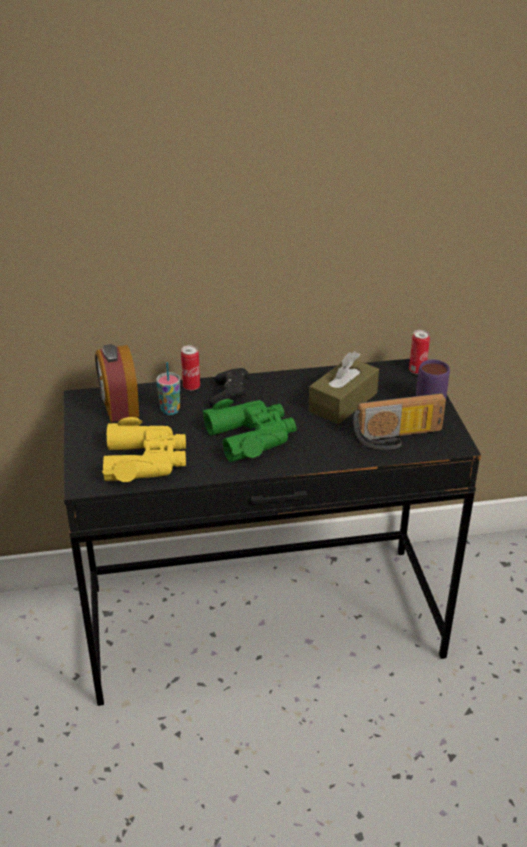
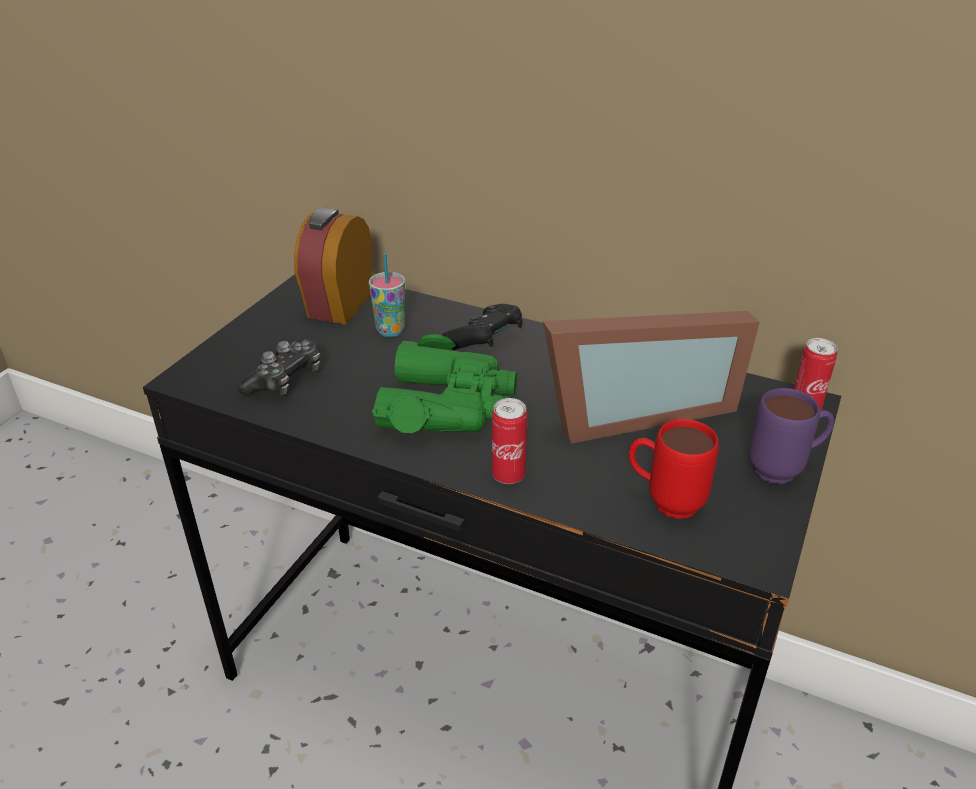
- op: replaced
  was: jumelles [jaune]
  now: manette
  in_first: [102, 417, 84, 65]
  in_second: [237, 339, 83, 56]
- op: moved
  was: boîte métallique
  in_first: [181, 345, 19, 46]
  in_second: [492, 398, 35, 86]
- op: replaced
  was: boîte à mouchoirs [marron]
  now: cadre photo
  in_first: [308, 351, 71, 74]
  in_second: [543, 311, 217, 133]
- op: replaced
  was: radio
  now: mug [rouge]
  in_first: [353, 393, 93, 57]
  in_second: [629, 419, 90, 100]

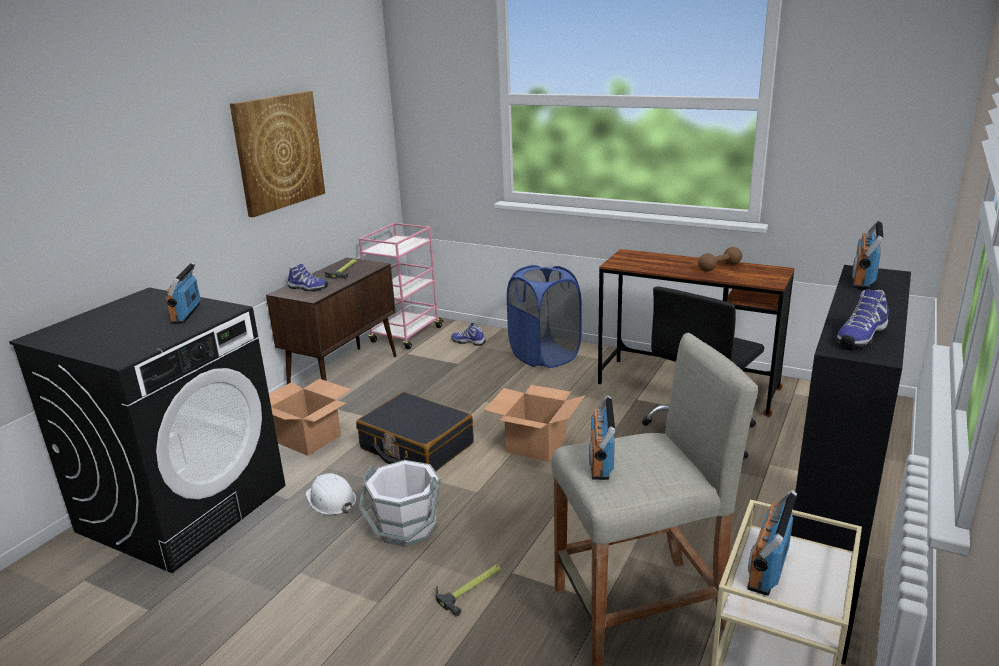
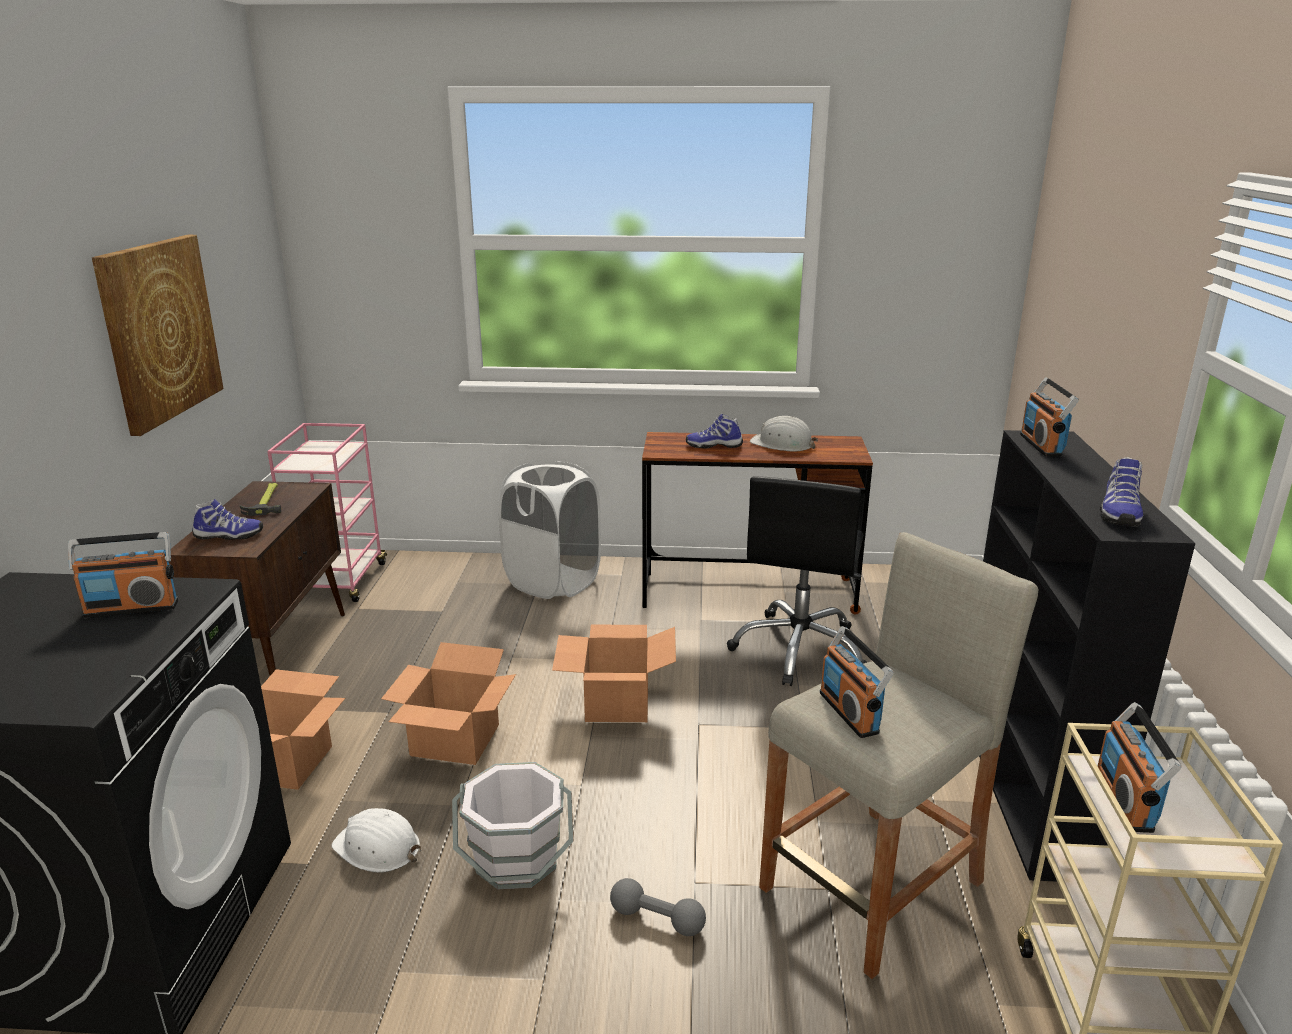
- op: turned
  was: radio
  in_first: [166, 262, 35, 62]
  in_second: [68, 532, 110, 86]
  clockwise: -75
- op: replaced
  was: valise [noir]
  now: carton
  in_first: [356, 392, 118, 80]
  in_second: [381, 642, 135, 123]
- op: replaced
  was: marteau
  now: haltère [gris]
  in_first: [435, 564, 66, 52]
  in_second: [610, 878, 96, 58]
- op: moved
  was: chaussure
  in_first: [451, 323, 35, 23]
  in_second: [686, 414, 57, 35]
- op: recoloured
  was: panier à linge [bleu]
  now: panier à linge [blanc]
  in_first: [507, 265, 75, 103]
  in_second: [498, 461, 103, 138]
- op: replaced
  was: haltère [marron]
  now: casque de chantier [blanc]
  in_first: [698, 247, 44, 25]
  in_second: [750, 416, 68, 36]

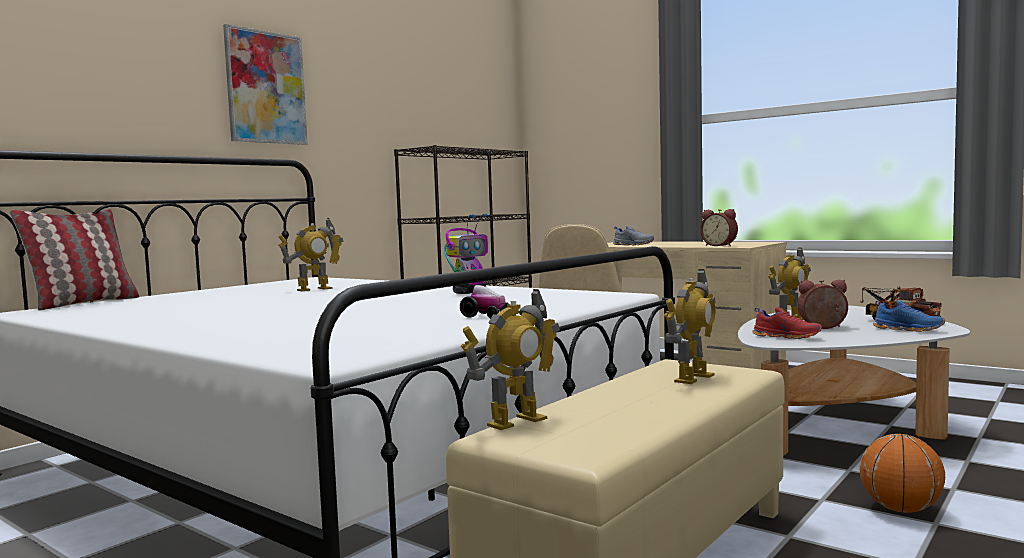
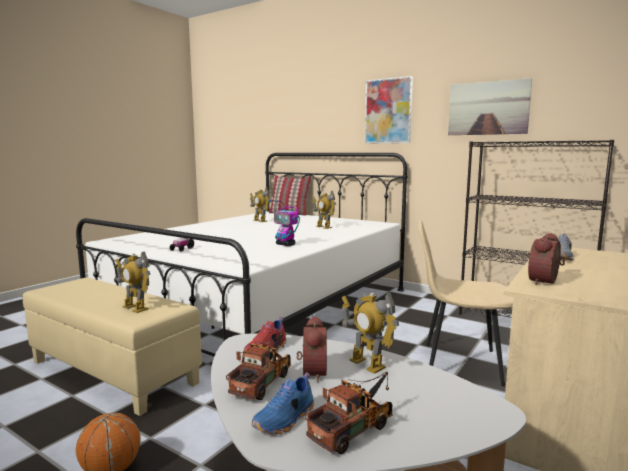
- op: moved
  was: robot jouet
  in_first: [461, 289, 99, 141]
  in_second: [250, 187, 20, 35]
- op: added
  now: camion jouet
  in_second: [226, 332, 65, 68]
- op: added
  now: tableau
  in_second: [448, 78, 84, 57]

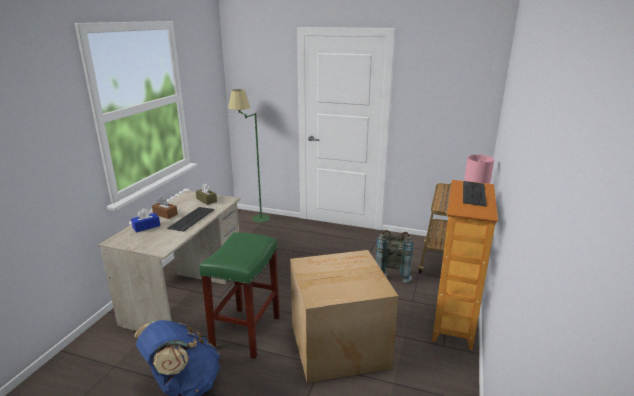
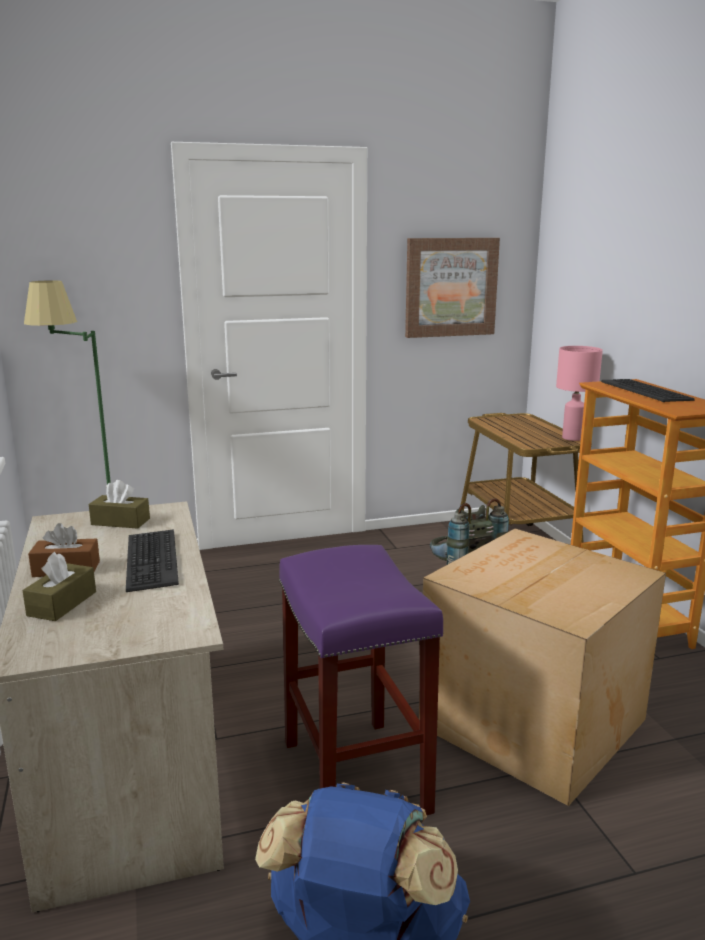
- op: recoloured
  was: boîte à mouchoirs [bleu]
  now: boîte à mouchoirs [marron]
  in_first: [131, 208, 29, 24]
  in_second: [22, 552, 74, 69]
- op: recoloured
  was: tabouret [vert]
  now: tabouret [violet]
  in_first: [199, 232, 81, 127]
  in_second: [279, 545, 164, 270]
- op: added
  now: tableau
  in_second: [405, 238, 95, 100]

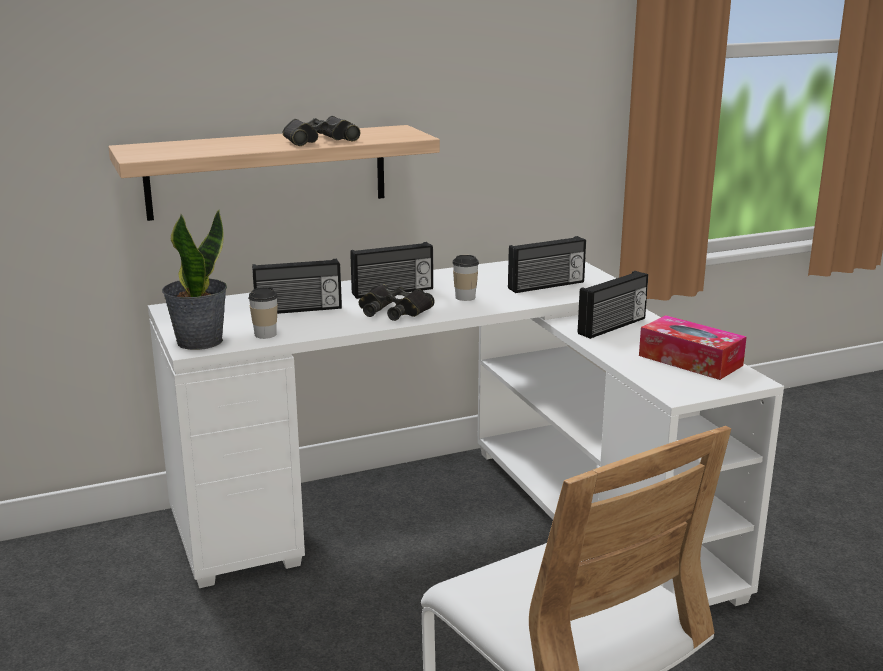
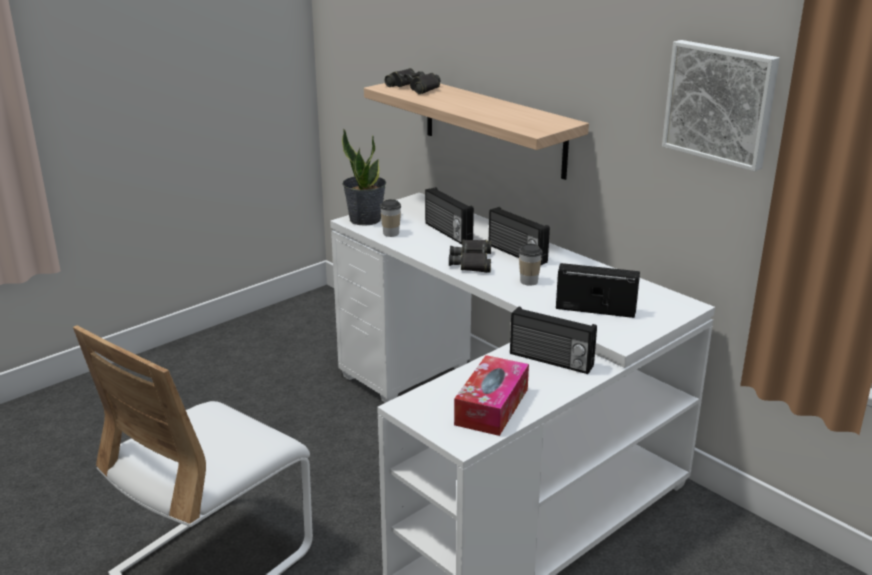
- op: moved
  was: jumelles [noir]
  in_first: [283, 116, 77, 30]
  in_second: [385, 68, 55, 26]
- op: turned
  was: radio
  in_first: [508, 236, 78, 57]
  in_second: [556, 263, 84, 55]
  clockwise: 150
- op: added
  now: tableau
  in_second: [662, 40, 118, 131]

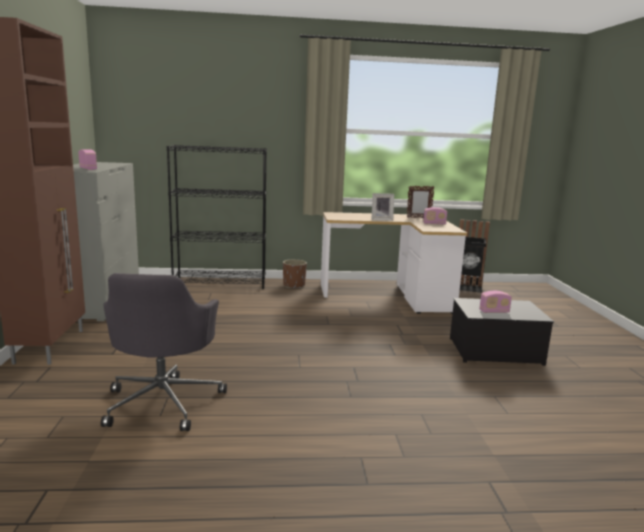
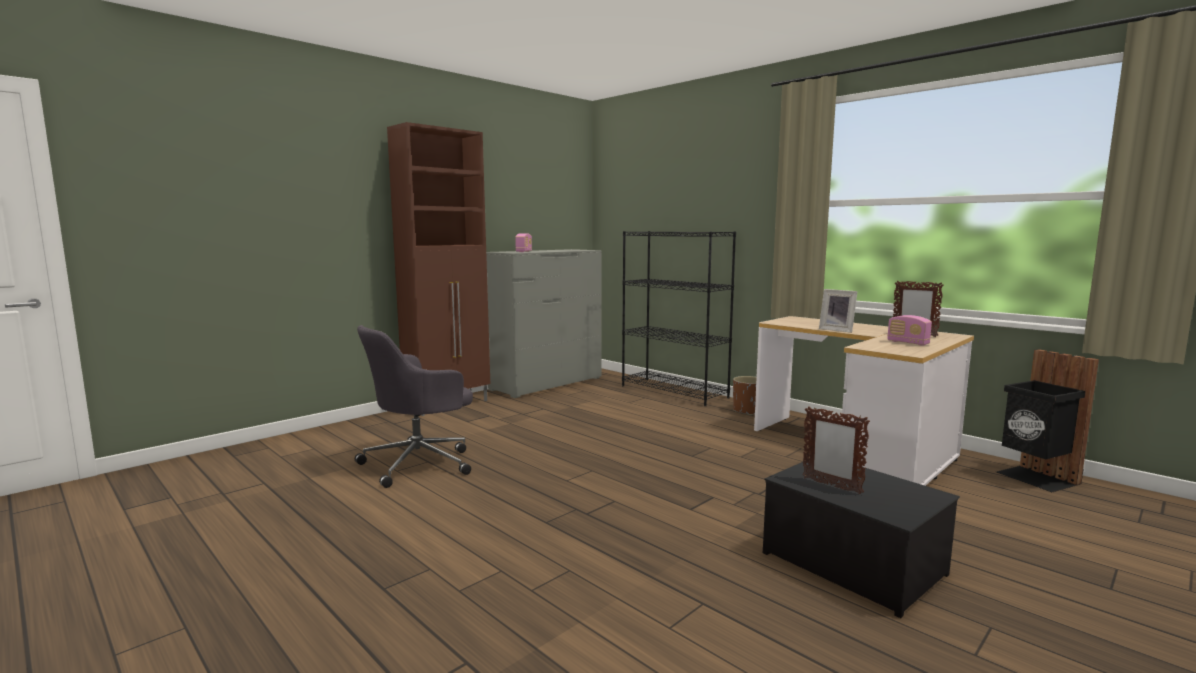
- op: replaced
  was: radio
  now: cadre photo
  in_first: [479, 291, 33, 22]
  in_second: [802, 407, 68, 87]

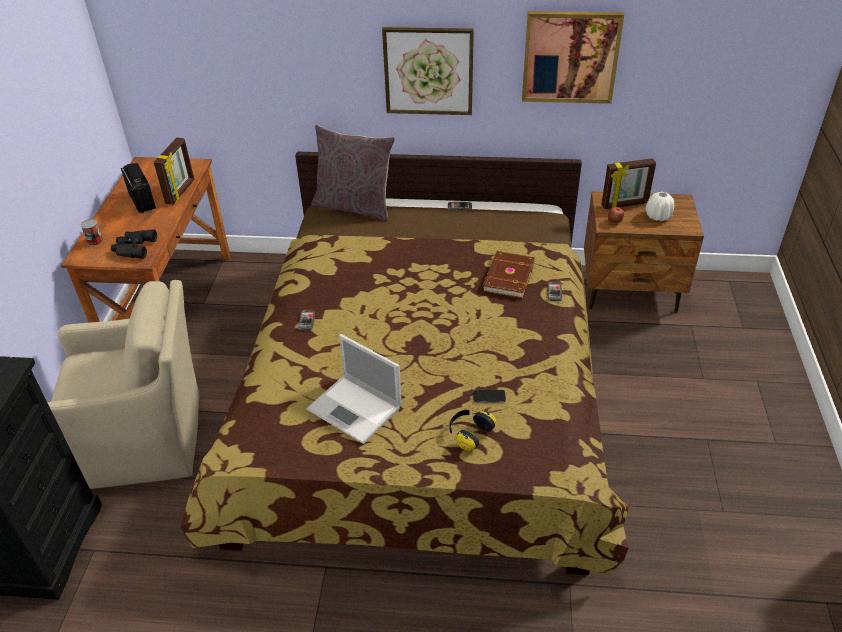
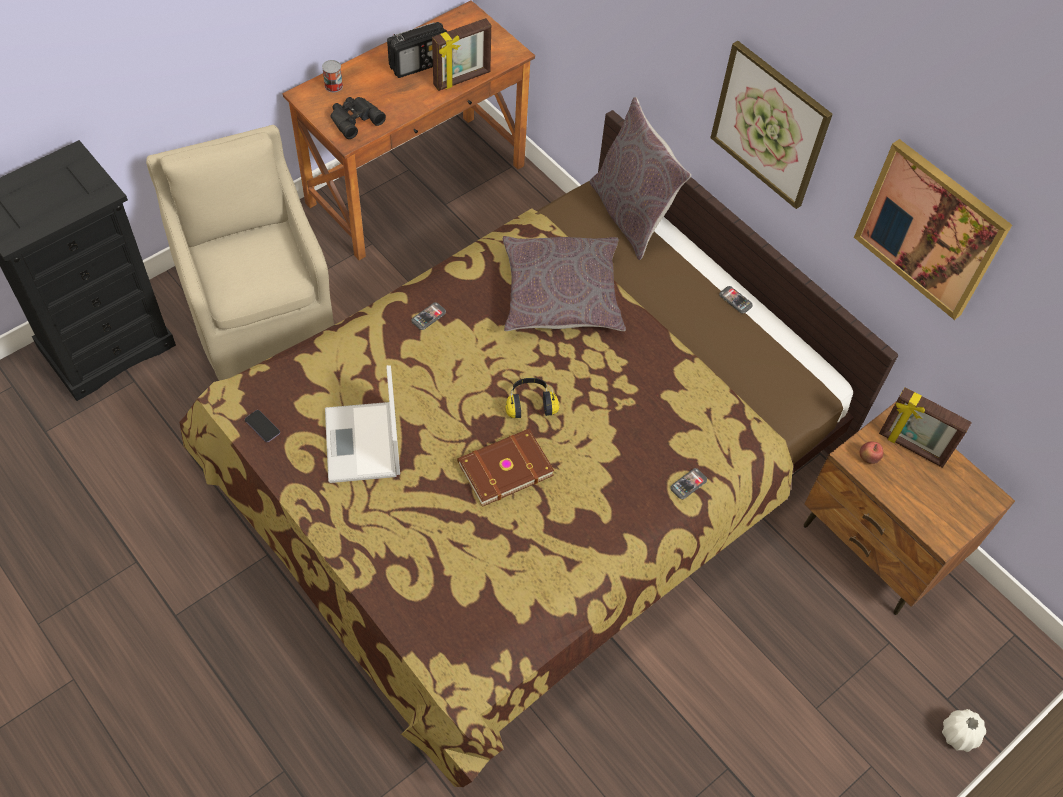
- op: turned
  was: fauteuil [beige]
  in_first: [47, 280, 153, 209]
  in_second: [146, 125, 188, 256]
  clockwise: -150
- op: turned
  was: radio
  in_first: [121, 163, 35, 50]
  in_second: [387, 22, 60, 56]
  clockwise: 45
- op: moved
  was: casque audio
  in_first: [449, 408, 47, 43]
  in_second: [505, 378, 55, 40]
- op: moved
  was: téléphone
  in_first: [473, 390, 33, 13]
  in_second: [245, 410, 35, 32]
- op: moved
  was: livre [marron]
  in_first: [482, 251, 53, 47]
  in_second: [457, 429, 97, 78]
- op: moved
  was: vase [blanc]
  in_first: [646, 192, 28, 29]
  in_second: [942, 709, 44, 43]
- op: added
  now: coussin [gris]
  in_second: [503, 236, 123, 95]

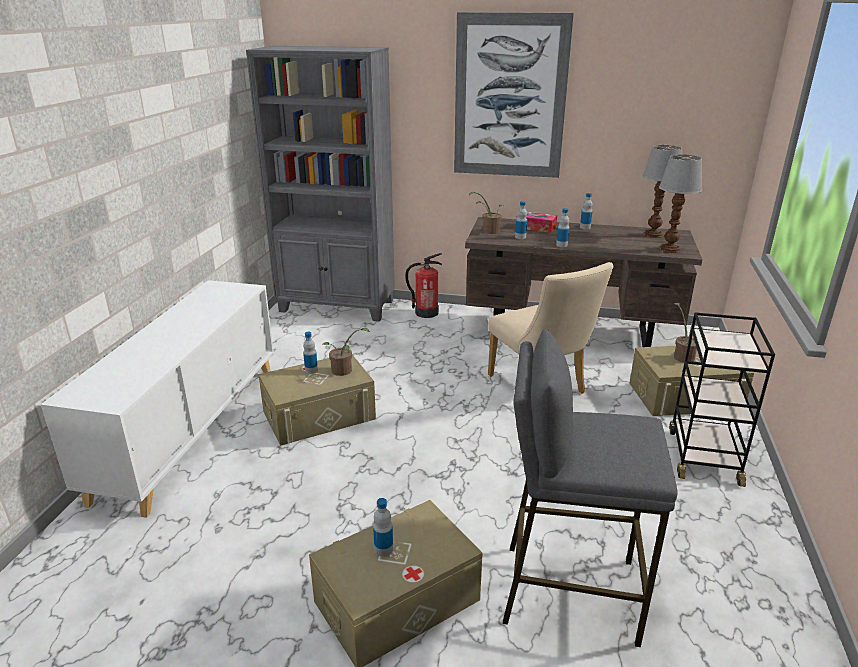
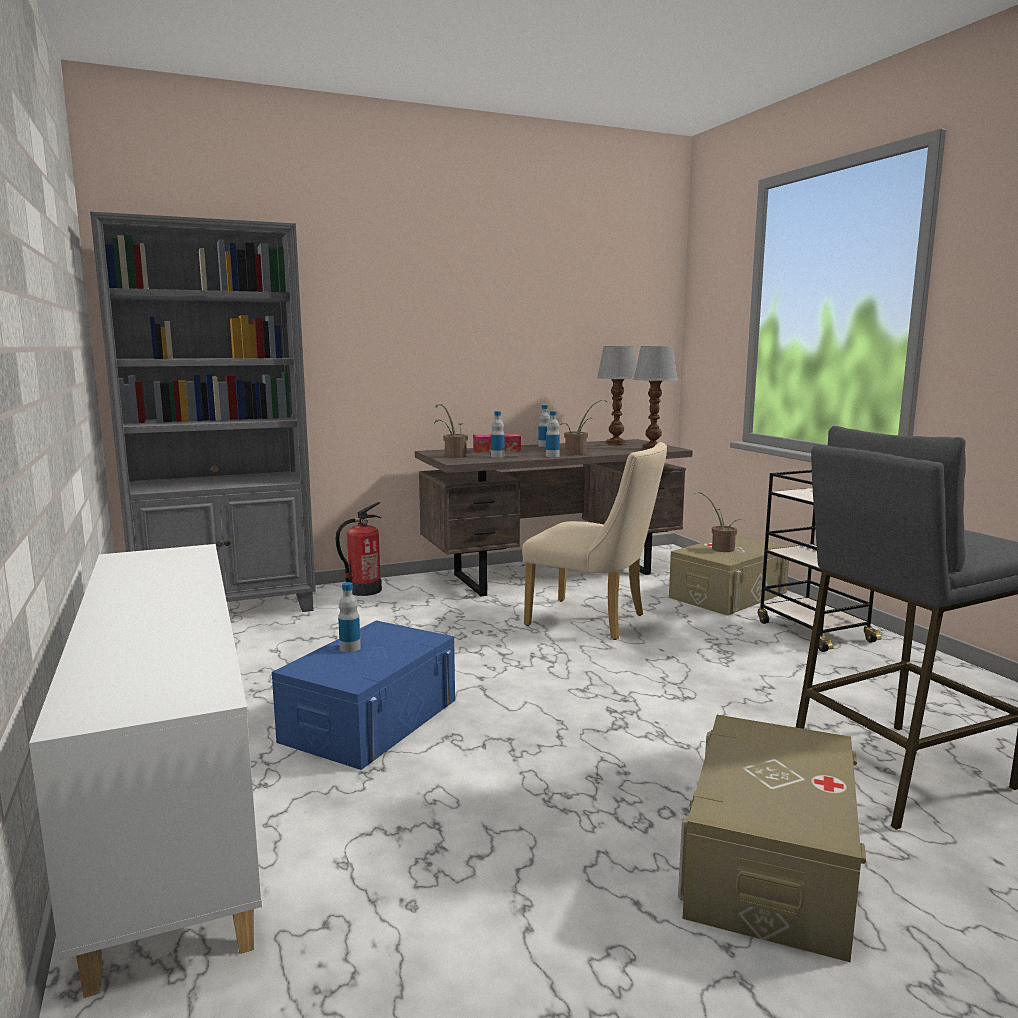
- op: recoloured
  was: boîte de rangement [beige]
  now: boîte de rangement [bleu]
  in_first: [258, 355, 118, 91]
  in_second: [272, 620, 183, 150]
- op: moved
  was: plante en pot
  in_first: [322, 328, 47, 48]
  in_second: [561, 400, 46, 55]
- op: removed
  was: bouteille
  in_first: [373, 498, 20, 59]
- op: removed
  was: tableau
  in_first: [454, 12, 120, 166]

